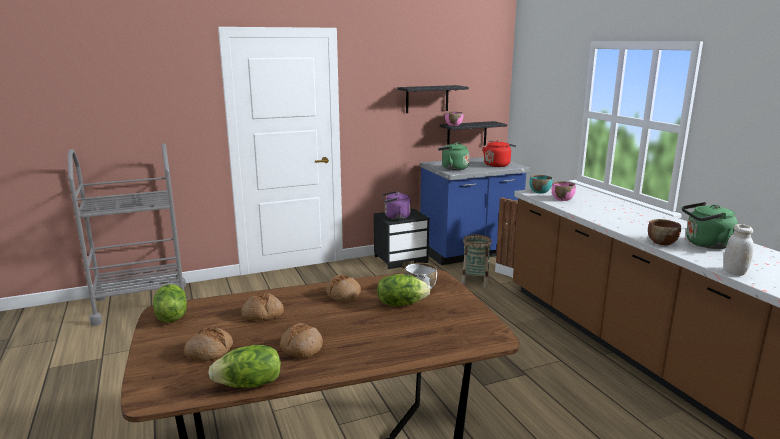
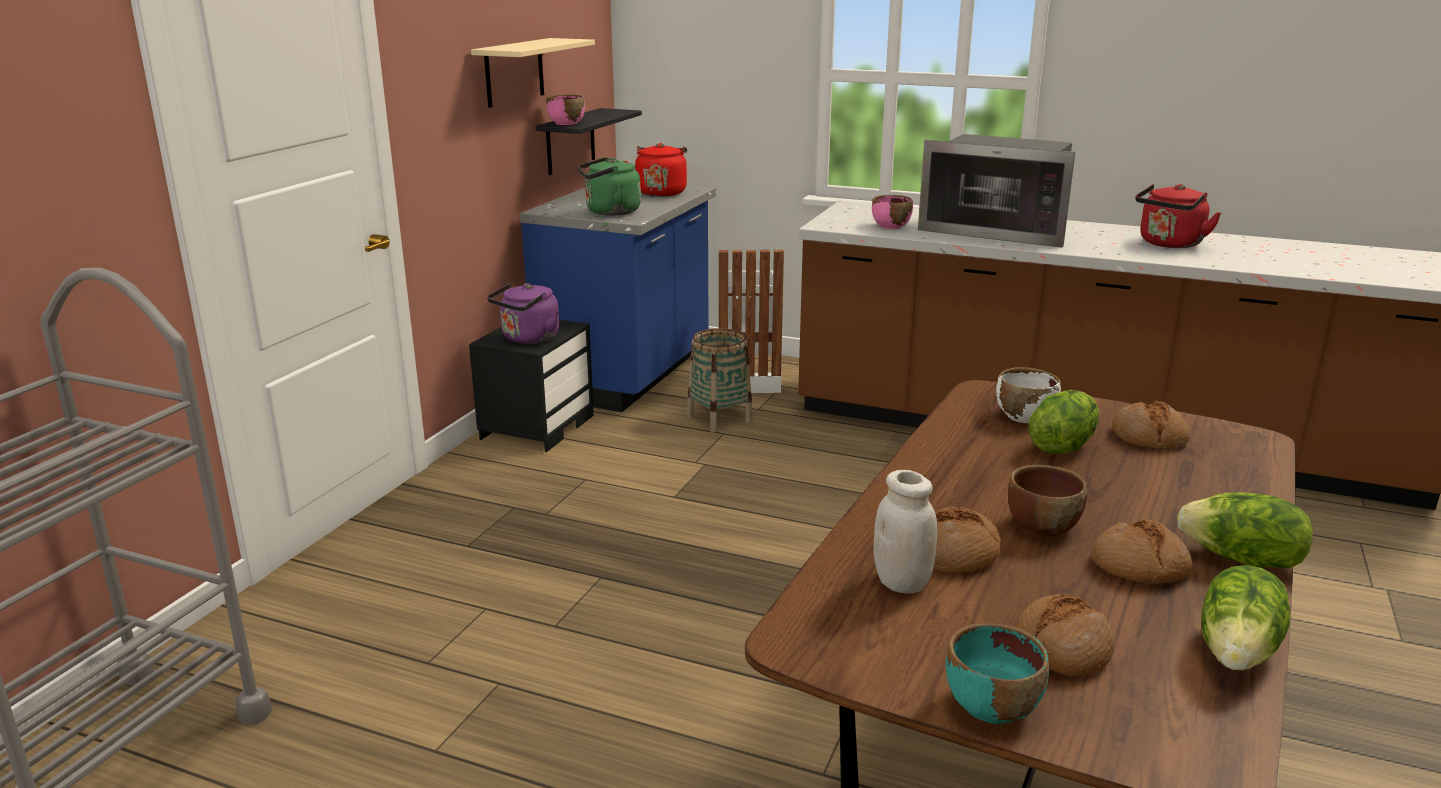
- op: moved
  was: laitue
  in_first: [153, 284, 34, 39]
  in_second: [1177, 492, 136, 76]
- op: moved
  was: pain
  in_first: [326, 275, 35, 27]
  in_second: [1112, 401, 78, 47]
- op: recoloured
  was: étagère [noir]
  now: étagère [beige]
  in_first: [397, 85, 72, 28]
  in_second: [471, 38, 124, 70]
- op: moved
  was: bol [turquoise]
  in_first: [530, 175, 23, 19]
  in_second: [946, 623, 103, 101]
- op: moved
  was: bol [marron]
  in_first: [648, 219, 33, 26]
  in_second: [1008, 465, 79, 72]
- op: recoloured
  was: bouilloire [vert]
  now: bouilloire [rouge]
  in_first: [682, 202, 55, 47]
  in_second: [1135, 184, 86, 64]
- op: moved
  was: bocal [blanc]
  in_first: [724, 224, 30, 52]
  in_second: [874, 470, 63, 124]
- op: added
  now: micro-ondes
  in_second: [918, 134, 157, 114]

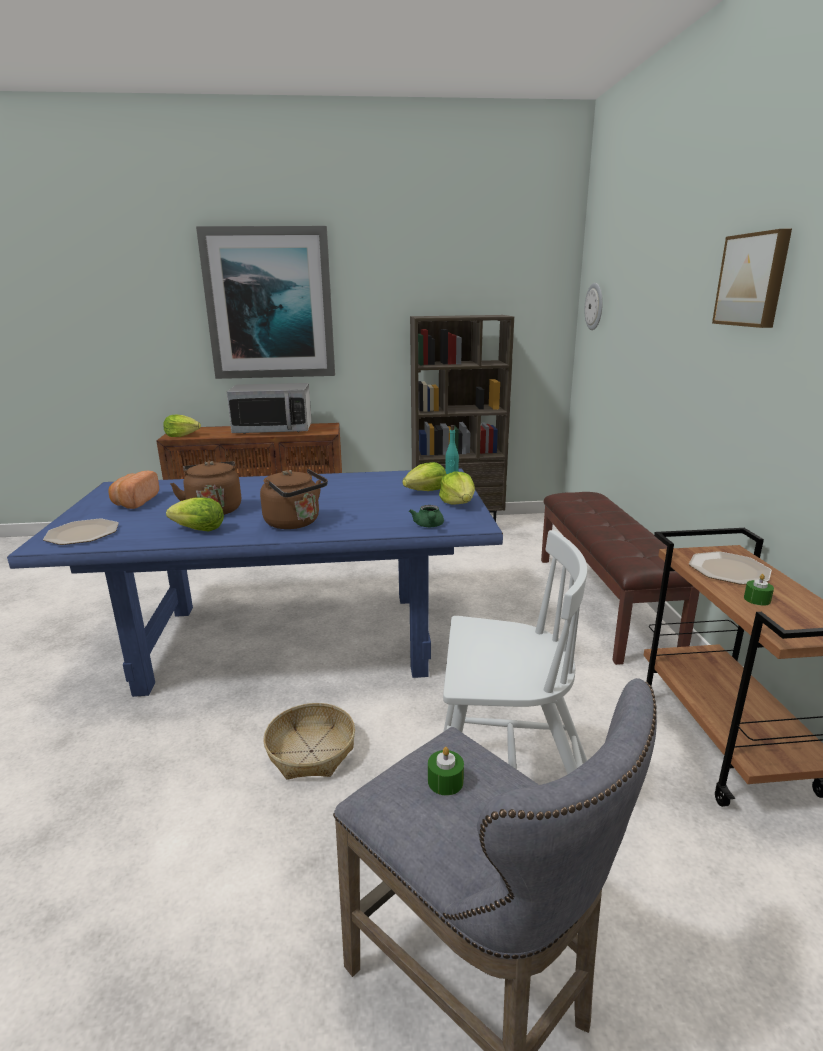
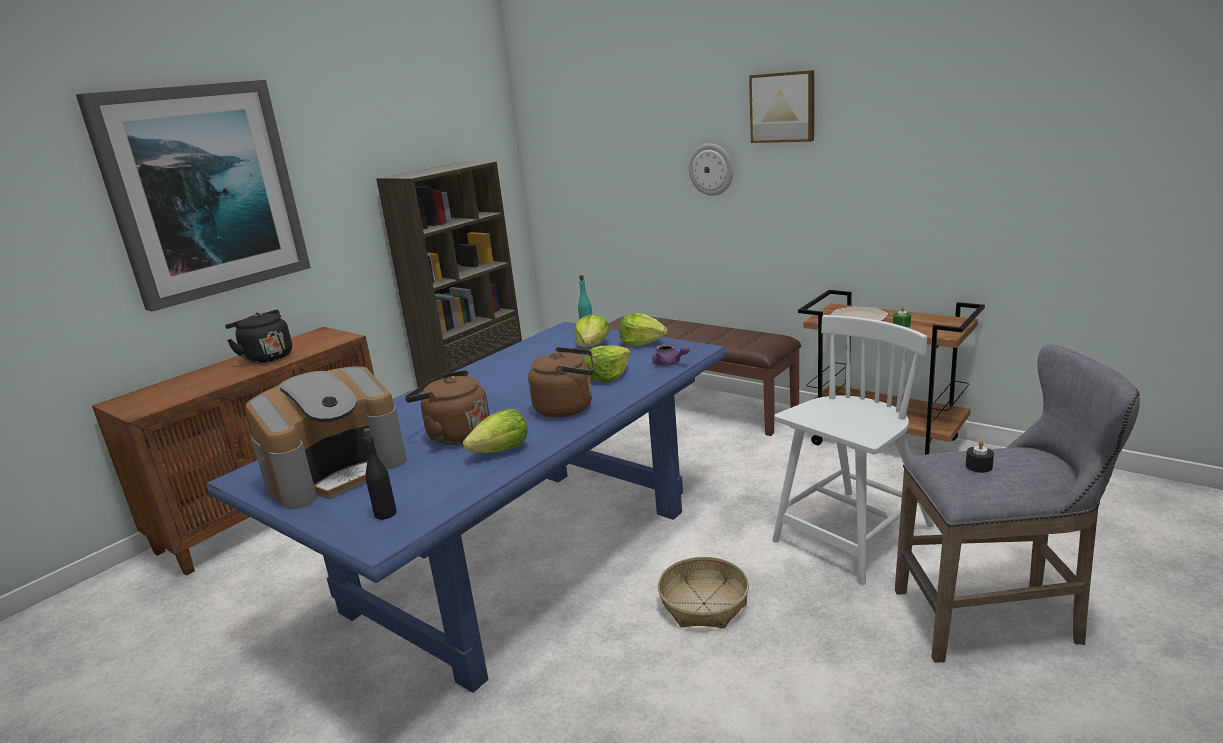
- op: replaced
  was: assiette
  now: bouteille [noir]
  in_first: [43, 519, 76, 26]
  in_second: [363, 428, 34, 92]
- op: replaced
  was: pain
  now: machine à café
  in_first: [108, 471, 51, 38]
  in_second: [245, 366, 162, 144]
- op: moved
  was: laitue
  in_first: [163, 414, 38, 23]
  in_second: [583, 346, 48, 37]
- op: replaced
  was: micro-ondes
  now: bouilloire [noir]
  in_first: [226, 383, 86, 51]
  in_second: [225, 309, 67, 55]
- op: recoloured
  was: théière [vert]
  now: théière [violet]
  in_first: [409, 505, 35, 22]
  in_second: [652, 344, 38, 22]
- op: recoloured
  was: bougie [vert]
  now: bougie [noir]
  in_first: [428, 747, 36, 48]
  in_second: [966, 440, 28, 33]
- op: moved
  was: horloge murale
  in_first: [584, 283, 19, 47]
  in_second: [689, 143, 44, 53]

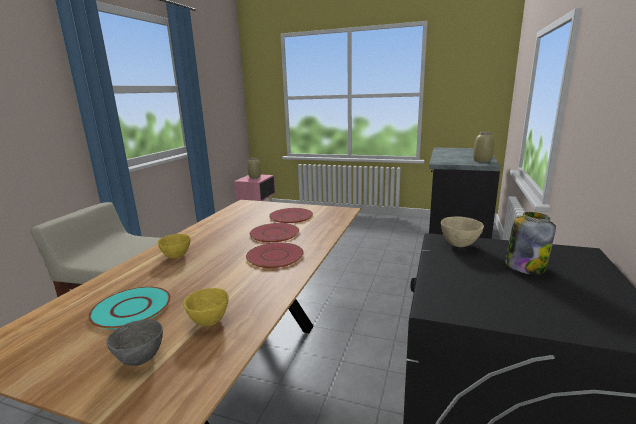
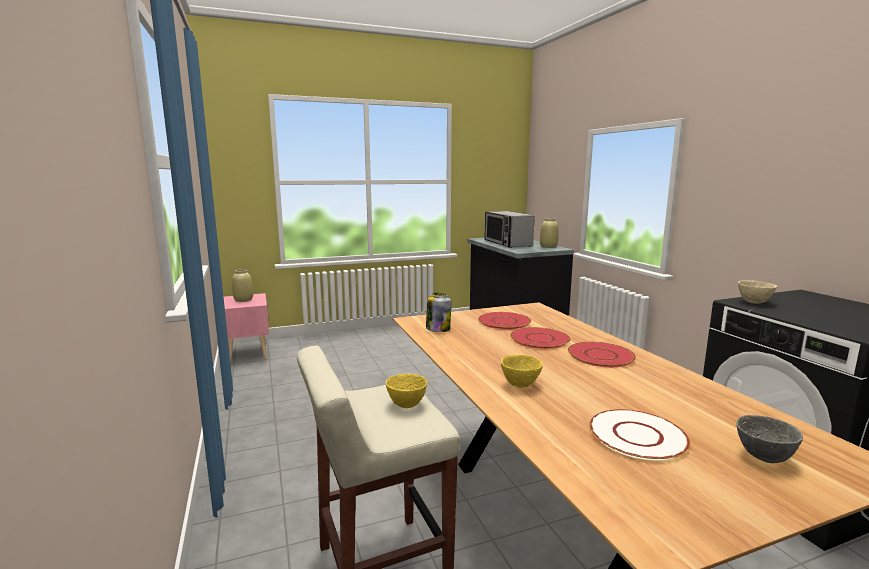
- op: recoloured
  was: assiette [turquoise]
  now: assiette [blanc]
  in_first: [88, 287, 83, 42]
  in_second: [589, 409, 101, 52]
- op: moved
  was: bol [jaune]
  in_first: [183, 288, 46, 38]
  in_second: [386, 374, 41, 34]
- op: moved
  was: bocal
  in_first: [505, 212, 51, 63]
  in_second: [426, 293, 25, 39]
- op: added
  now: micro-ondes
  in_second: [485, 211, 50, 37]

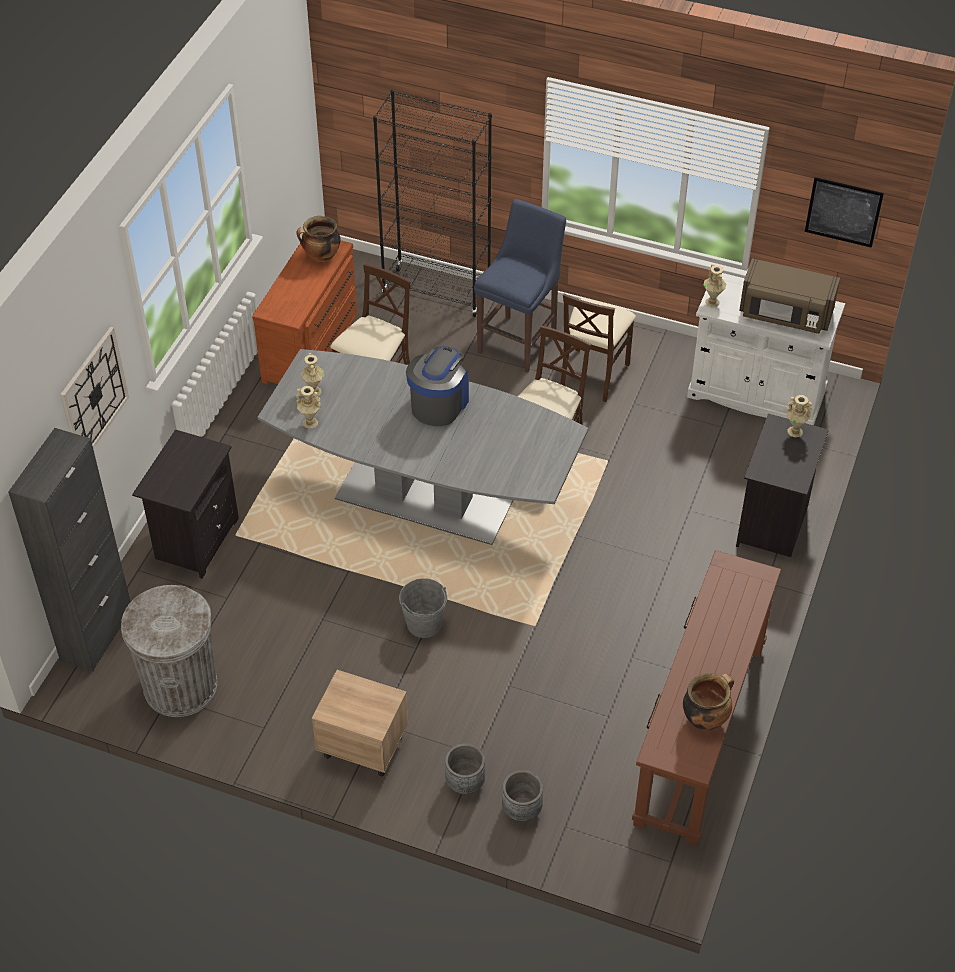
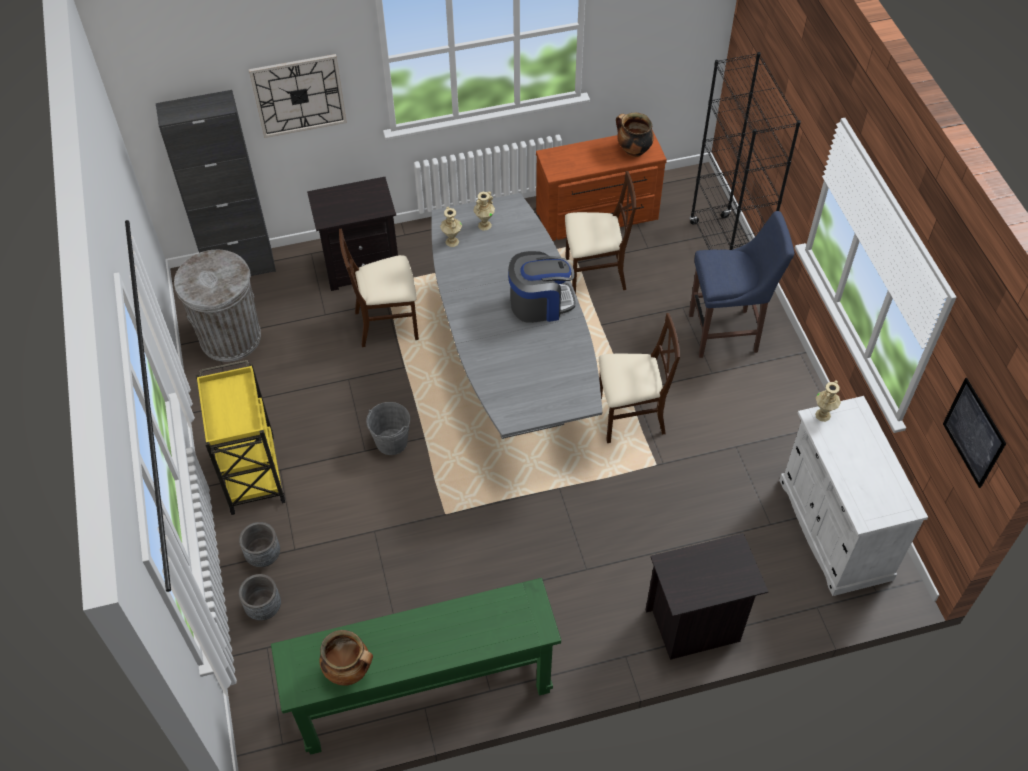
- op: replaced
  was: table de chevet [beige]
  now: chariot [jaune]
  in_first: [312, 670, 96, 107]
  in_second: [196, 360, 90, 155]
- op: moved
  was: chaise [beige]
  in_first: [560, 294, 76, 108]
  in_second: [339, 228, 80, 119]
- op: recoloured
  was: table console [marron]
  now: table console [vert]
  in_first: [632, 550, 149, 296]
  in_second: [271, 578, 290, 177]
- op: removed
  was: micro-ondes [marron]
  in_first: [739, 258, 101, 76]
- op: removed
  was: vase [beige]
  in_first: [787, 395, 26, 42]

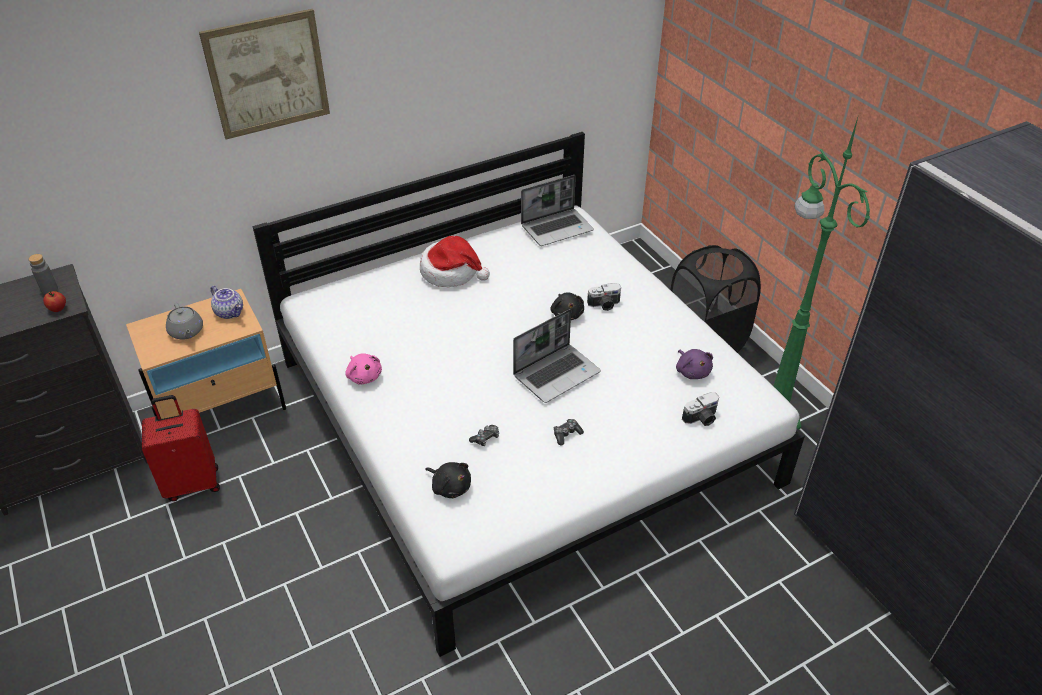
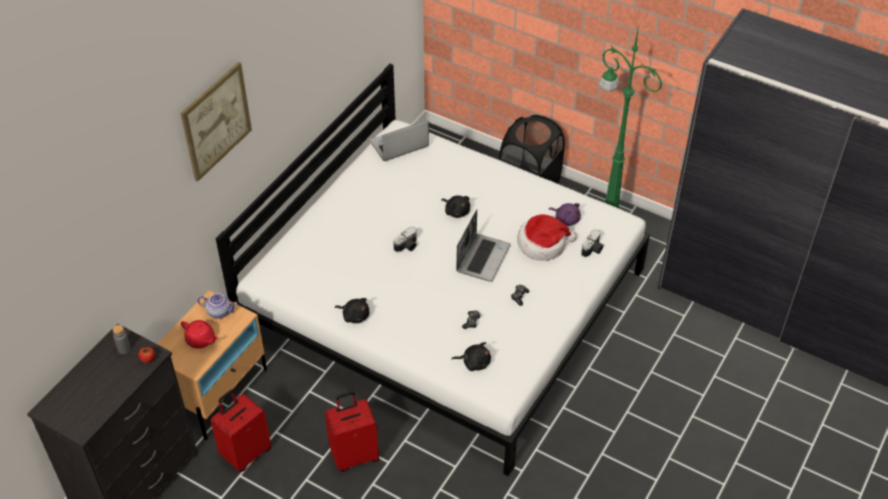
- op: recoloured
  was: théière [gris]
  now: théière [rouge]
  in_first: [166, 303, 37, 37]
  in_second: [181, 320, 37, 28]
- op: recoloured
  was: peluche [rose]
  now: peluche [noir]
  in_first: [345, 353, 37, 32]
  in_second: [335, 298, 34, 25]
- op: moved
  was: chapeau
  in_first: [420, 236, 70, 51]
  in_second: [517, 214, 60, 47]
- op: turned
  was: ordinateur portable
  in_first: [521, 175, 73, 71]
  in_second: [370, 120, 59, 41]
  clockwise: -150
- op: moved
  was: appareil photo
  in_first: [587, 283, 34, 28]
  in_second: [394, 227, 23, 25]
- op: added
  now: valise [rouge]
  in_second: [325, 391, 54, 81]

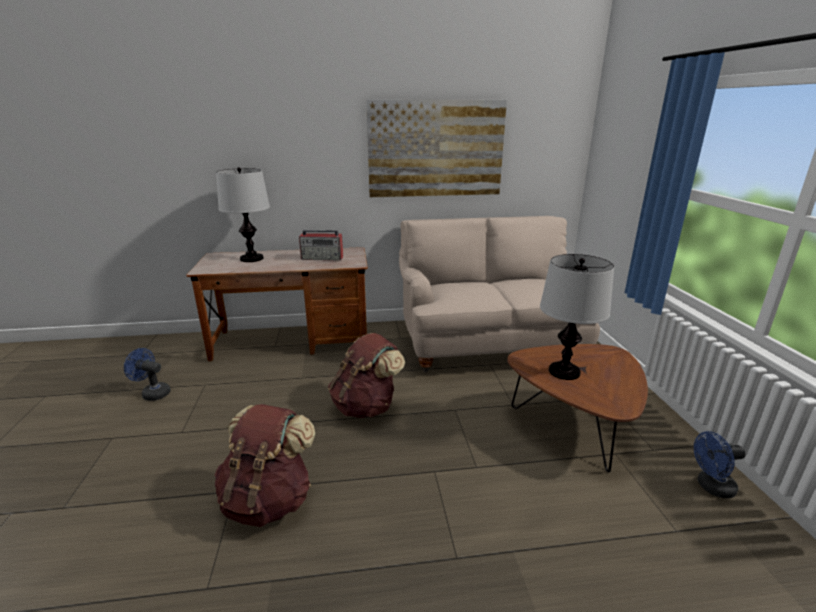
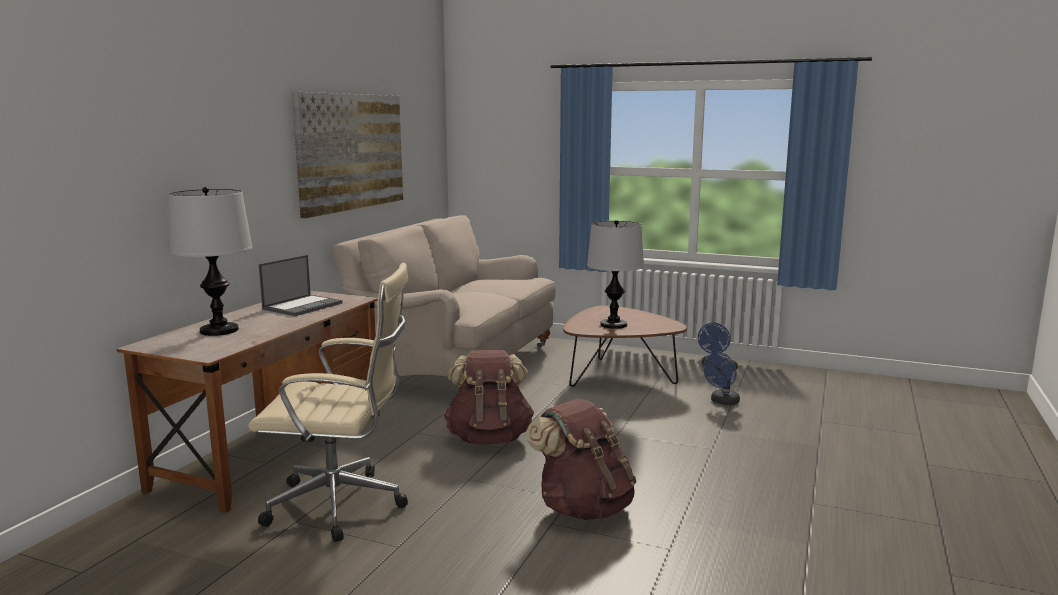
- op: moved
  was: ventilateur [bleu]
  in_first: [124, 348, 47, 53]
  in_second: [703, 352, 37, 53]
- op: replaced
  was: radio
  now: ordinateur portable
  in_first: [299, 230, 44, 30]
  in_second: [259, 255, 84, 61]
- op: added
  now: chaise de bureau [beige]
  in_second: [248, 263, 161, 279]

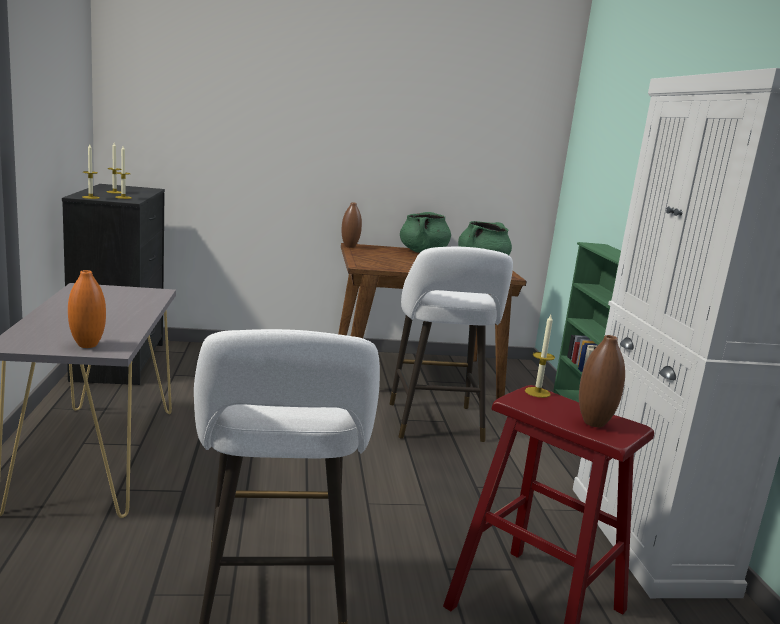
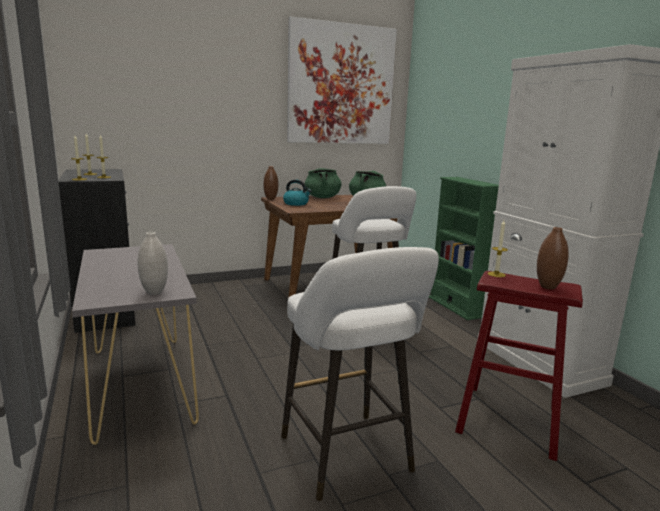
- op: recoloured
  was: vase [orange]
  now: vase [blanc]
  in_first: [68, 270, 38, 78]
  in_second: [138, 232, 30, 63]
- op: added
  now: bouilloire
  in_second: [283, 180, 29, 26]
- op: added
  now: tableau
  in_second: [287, 16, 110, 128]

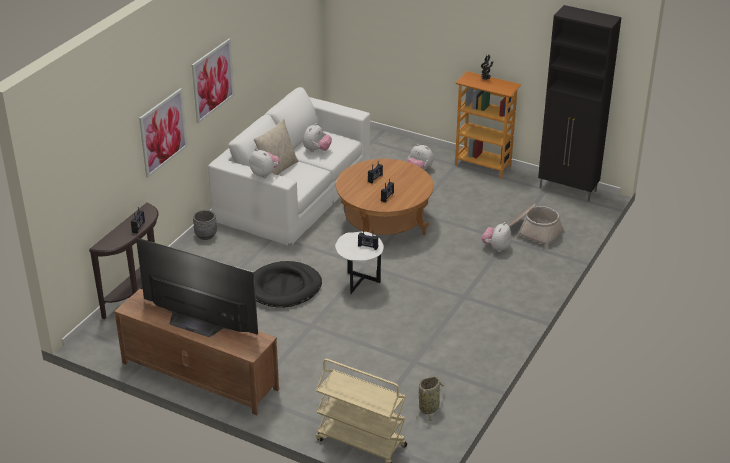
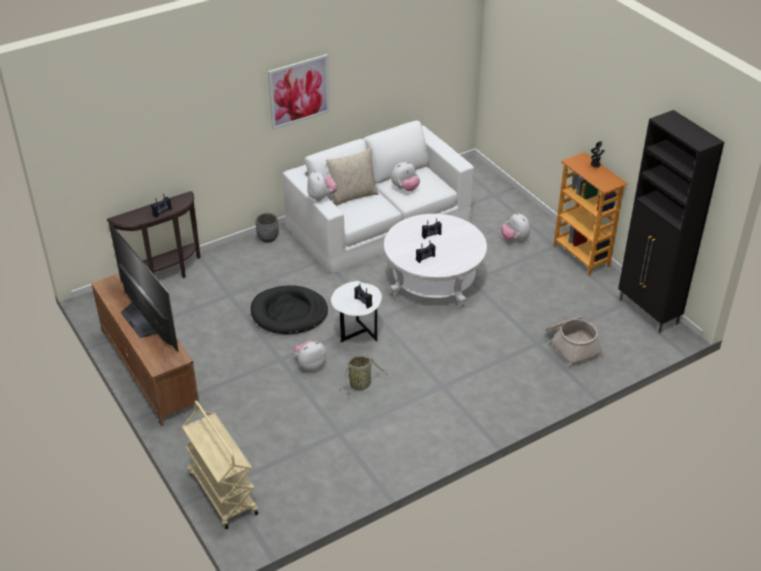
- op: removed
  was: tableau
  in_first: [139, 88, 49, 90]
- op: recoloured
  was: table basse [marron]
  now: table basse [blanc]
  in_first: [336, 159, 98, 76]
  in_second: [384, 214, 103, 95]
- op: moved
  was: panier
  in_first: [416, 377, 30, 44]
  in_second: [340, 356, 45, 40]
- op: moved
  was: peluche
  in_first: [482, 222, 29, 30]
  in_second: [294, 340, 33, 31]

